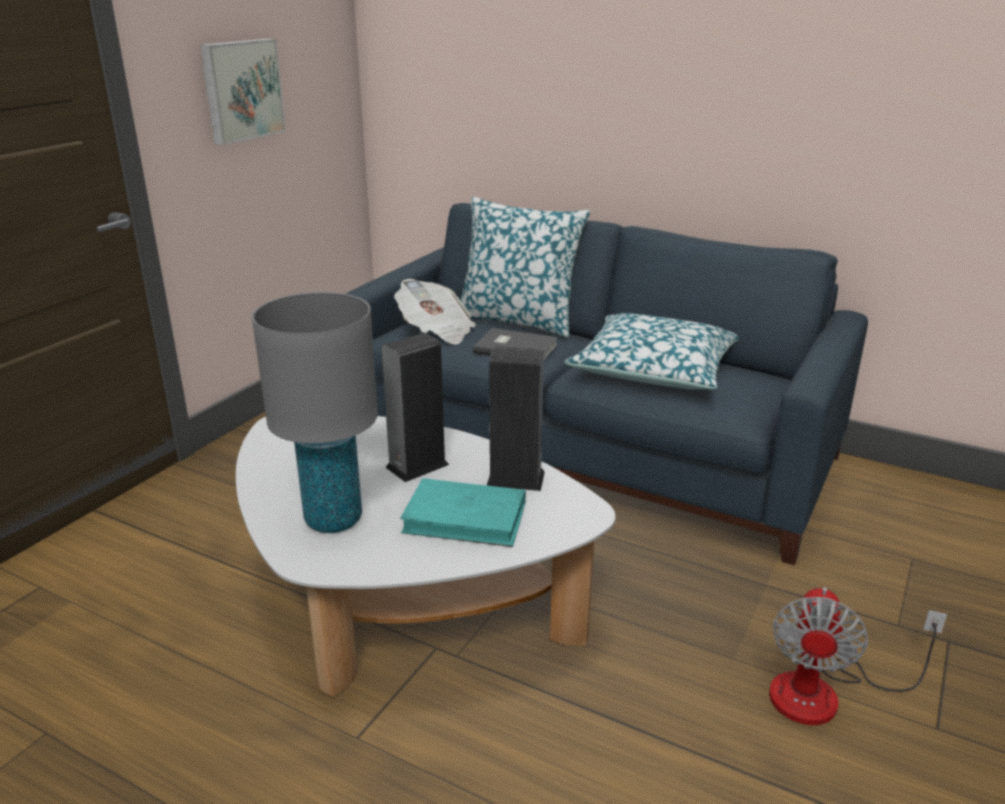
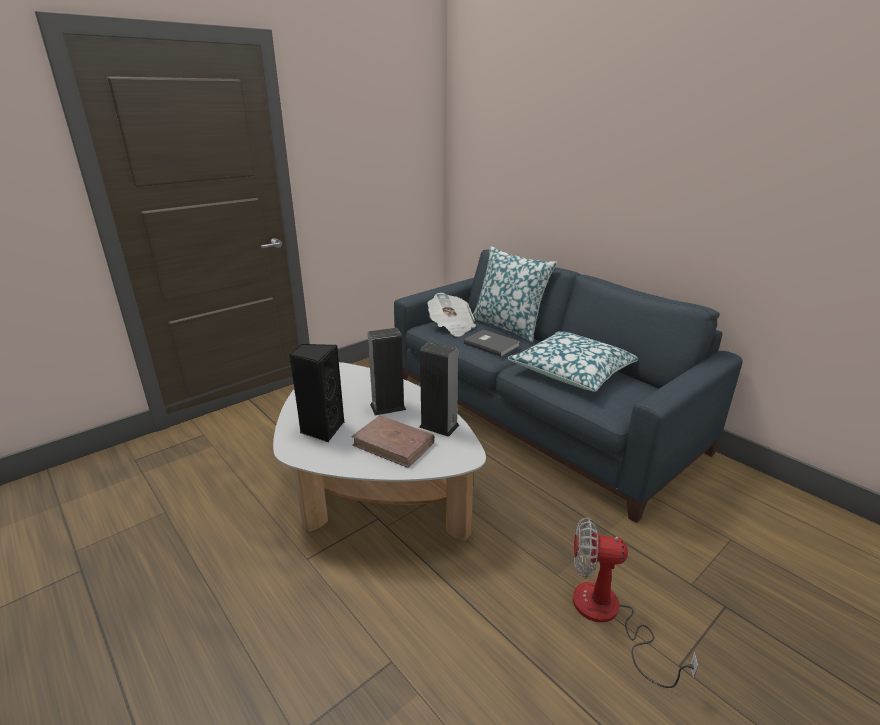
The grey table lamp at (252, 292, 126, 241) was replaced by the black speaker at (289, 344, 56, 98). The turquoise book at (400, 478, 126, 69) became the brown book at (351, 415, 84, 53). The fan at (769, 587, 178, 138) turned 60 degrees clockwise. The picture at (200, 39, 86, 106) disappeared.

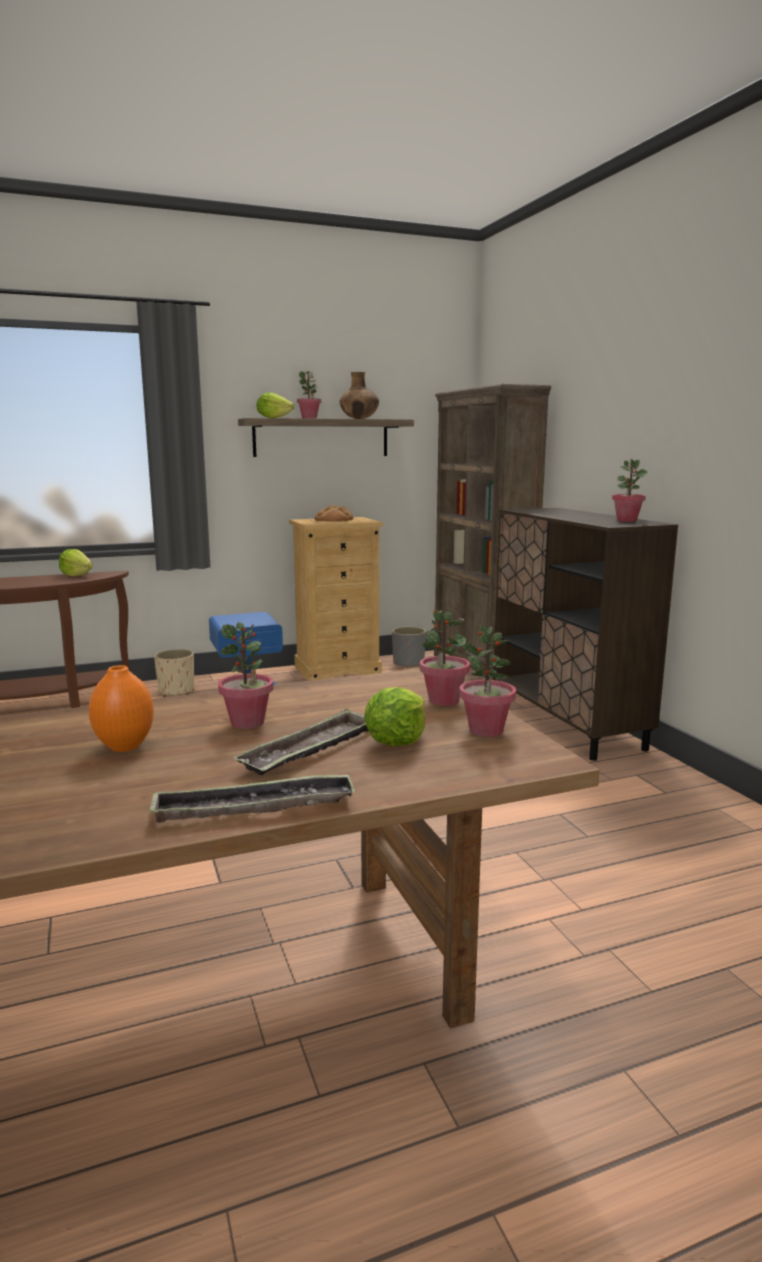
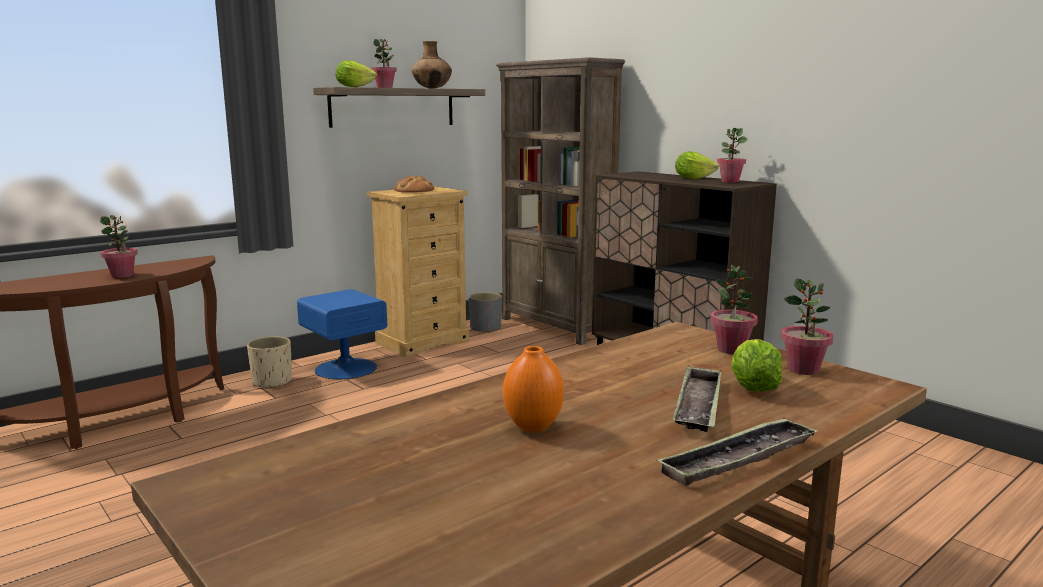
The potted plant moved from (218, 622, 56, 107) to (100, 215, 38, 63). The lettuce moved from (59, 549, 34, 28) to (675, 152, 44, 27).

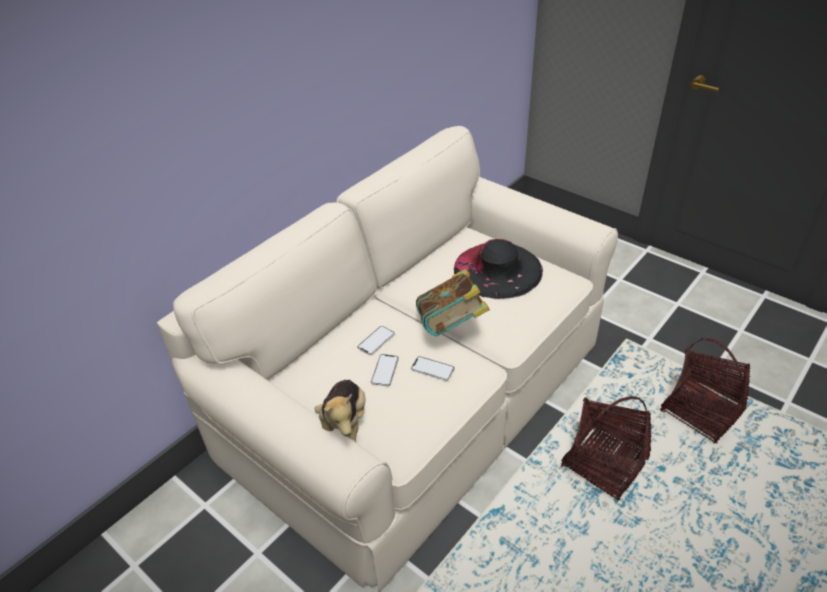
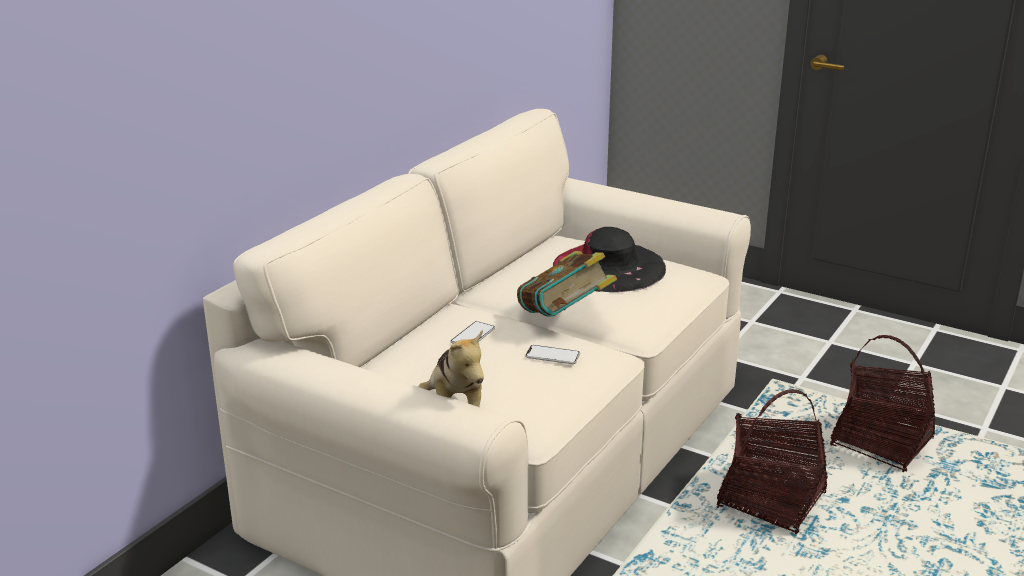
The phone at (371, 354, 28, 32) disappeared.

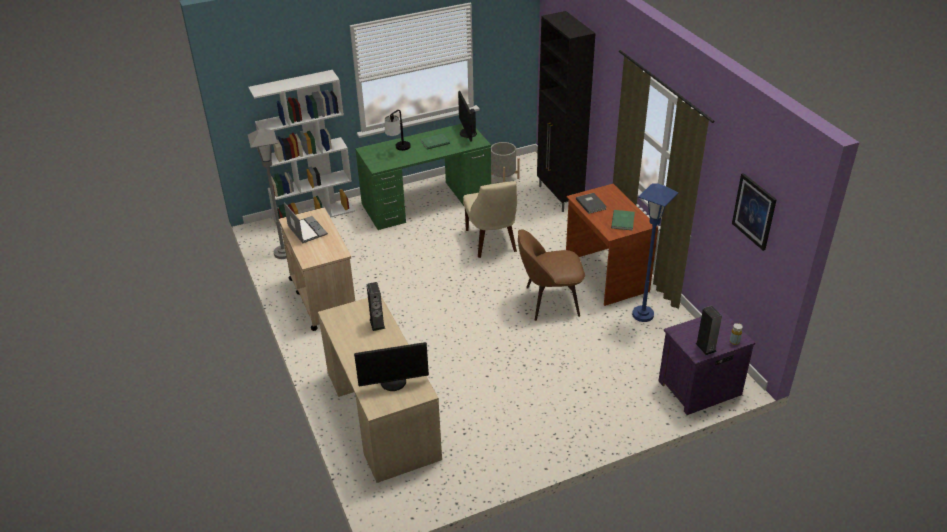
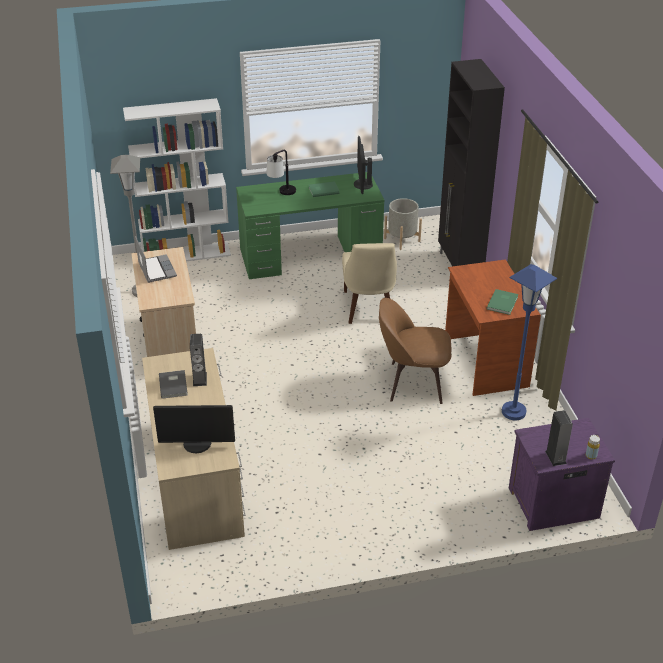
The grey book moved from (576, 193, 31, 21) to (159, 370, 29, 29). The picture at (732, 173, 45, 78) disappeared.

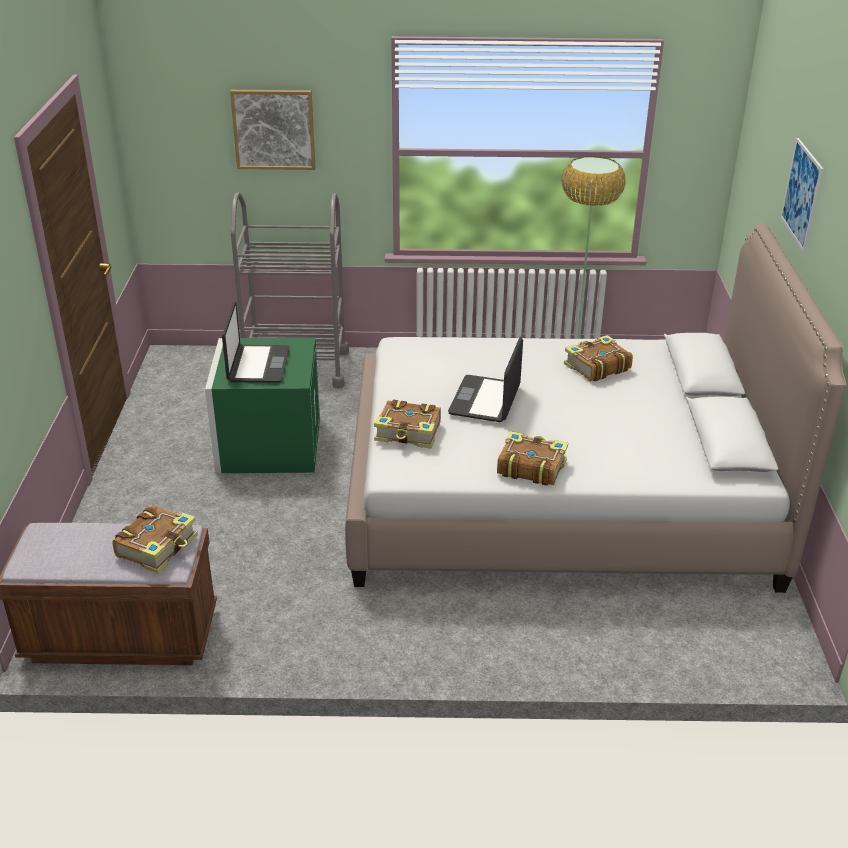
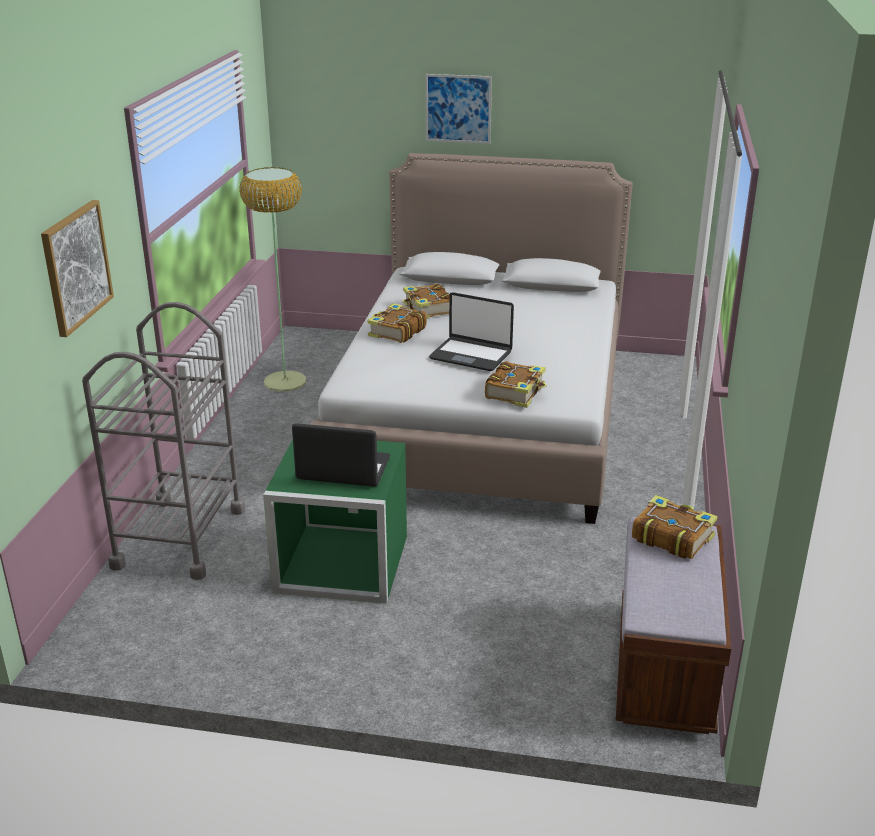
The book moved from (497, 431, 71, 55) to (367, 303, 60, 40).

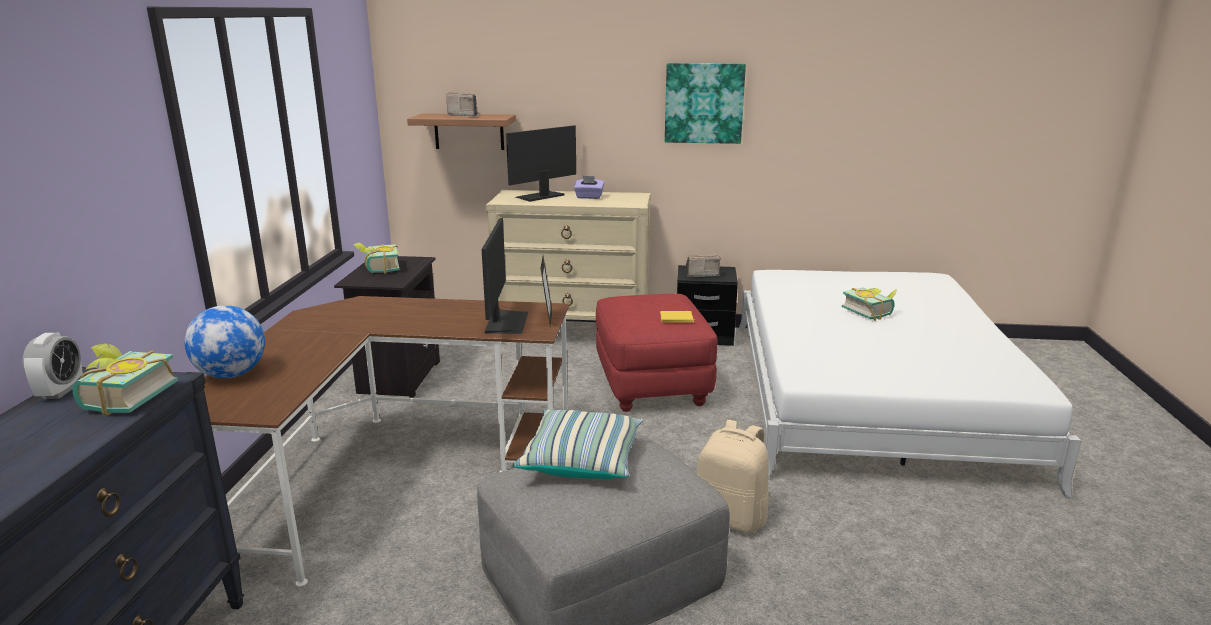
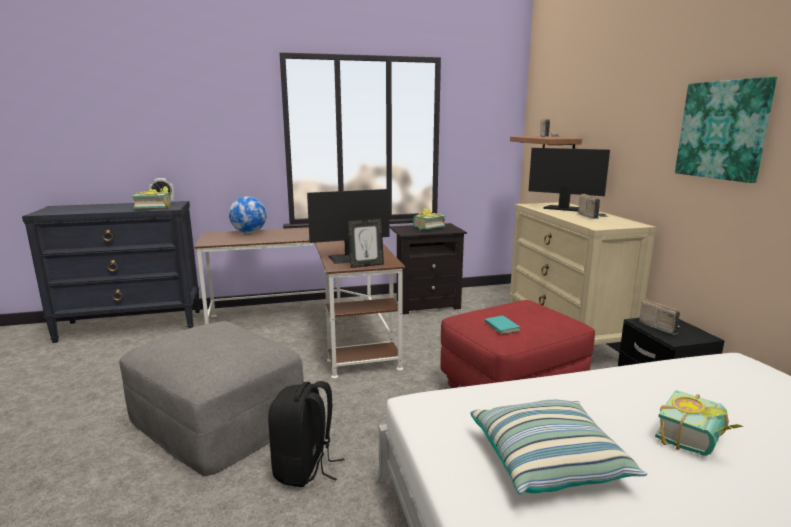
The beige backpack at (697, 420, 72, 113) became the black backpack at (268, 381, 76, 106). The pillow moved from (513, 410, 130, 69) to (470, 400, 177, 95). The yellow book at (660, 311, 35, 12) became the turquoise book at (485, 316, 35, 18). The purple tissue box at (574, 176, 30, 23) was replaced by the radio at (578, 194, 29, 25).

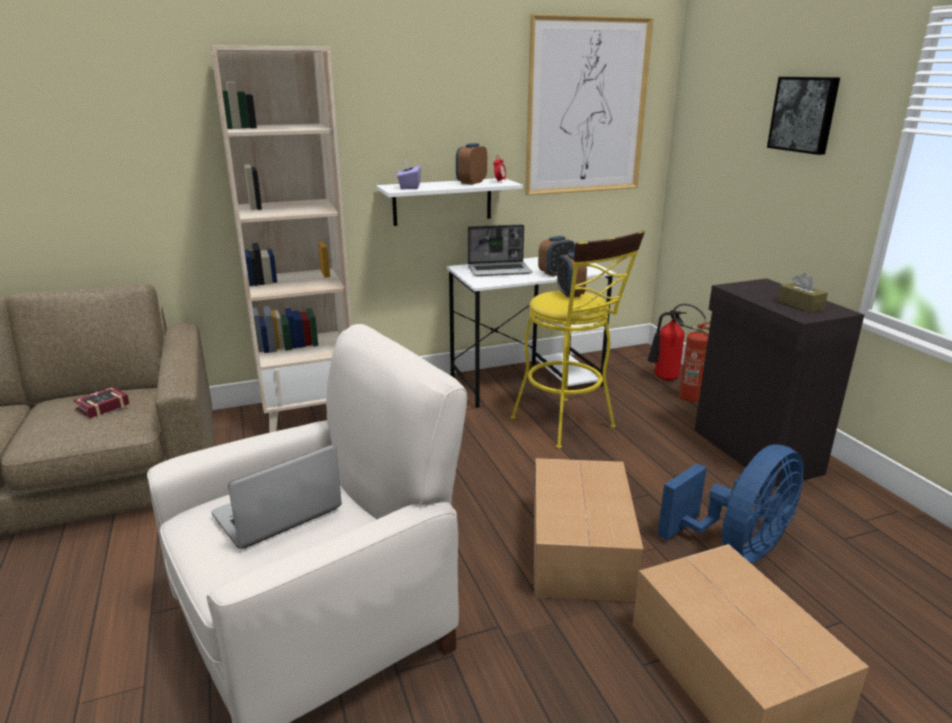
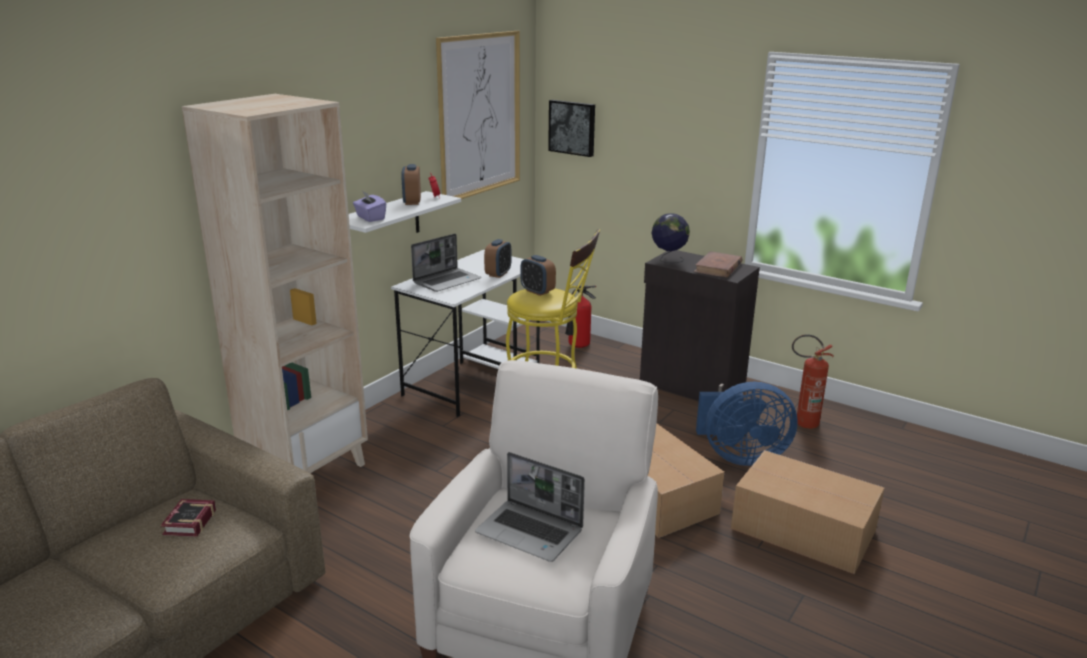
The laptop at (211, 444, 131, 105) turned 75 degrees counterclockwise. The picture moved from (767, 77, 73, 78) to (548, 100, 47, 57). The globe at (651, 213, 39, 50) appeared. The brown tissue box at (778, 273, 50, 39) was replaced by the brown book at (694, 251, 48, 27). The blue fan at (658, 444, 146, 119) turned 75 degrees clockwise. The fire extinguisher moved from (673, 303, 38, 99) to (792, 334, 42, 95).

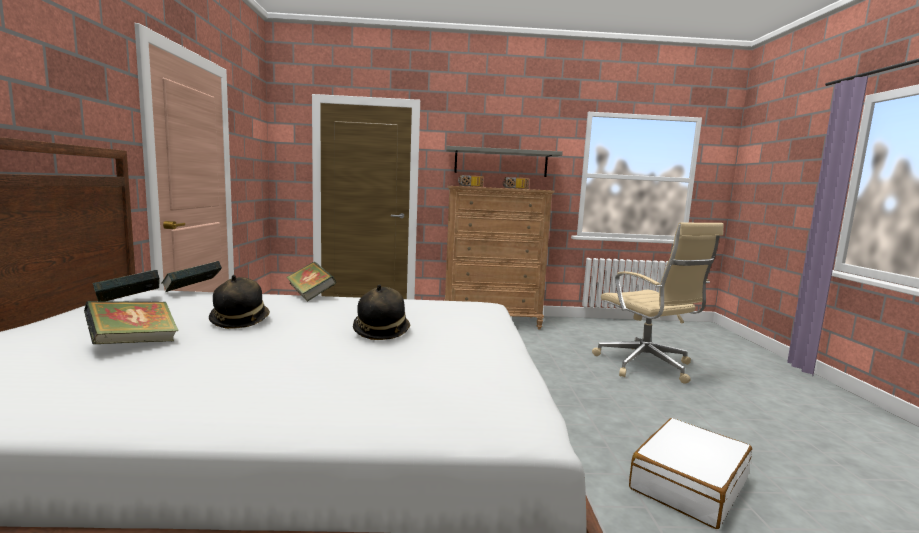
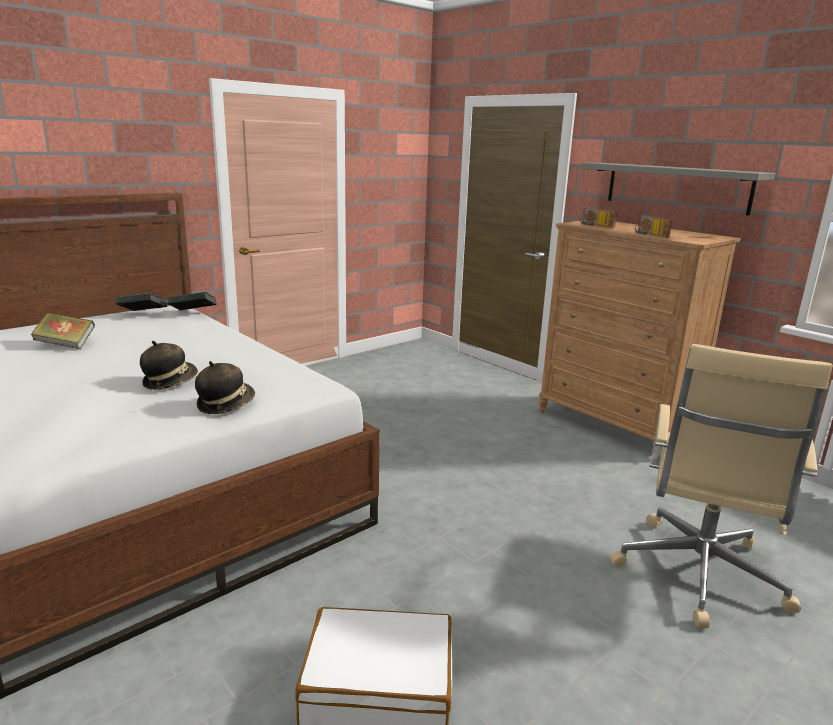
The hat moved from (209, 275, 61, 54) to (195, 361, 60, 53). The book at (286, 262, 50, 39) disappeared.

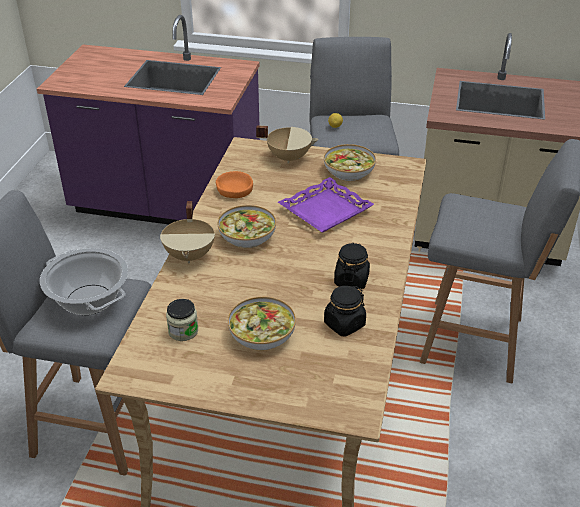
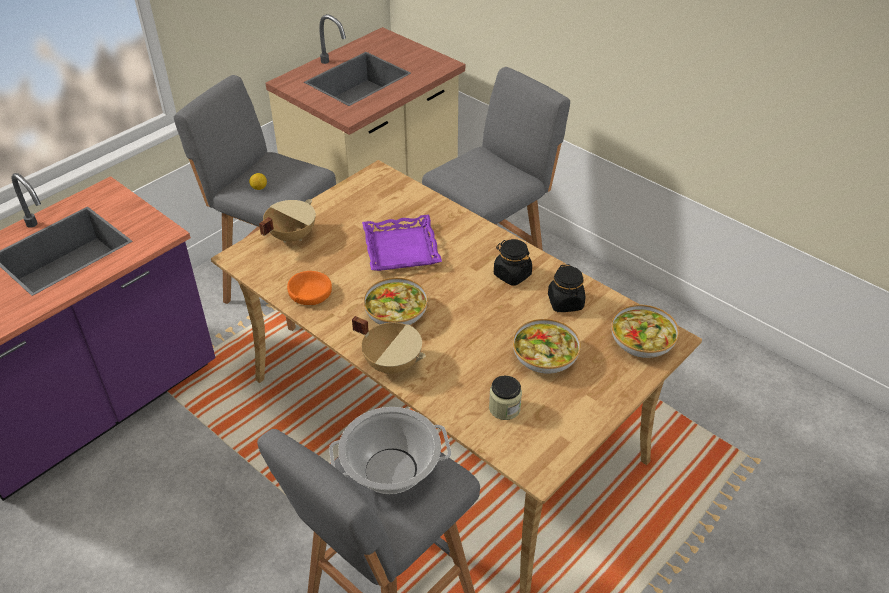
The bowl moved from (324, 144, 52, 37) to (611, 305, 68, 53).

